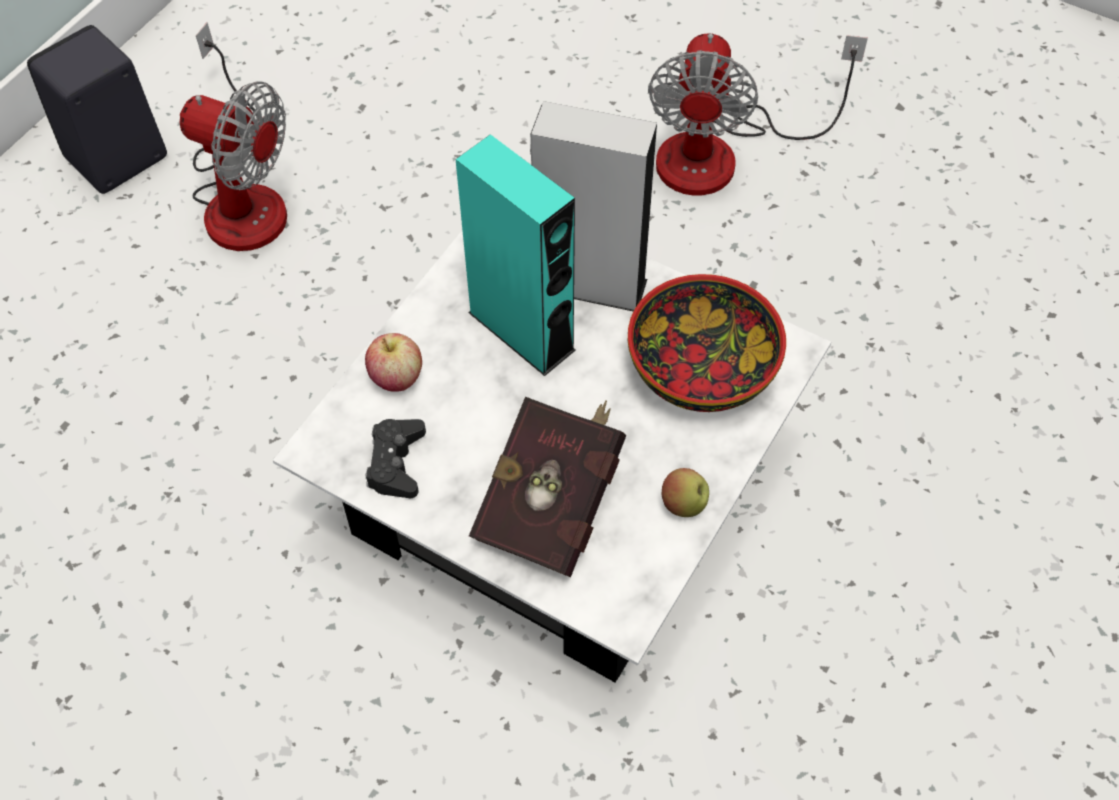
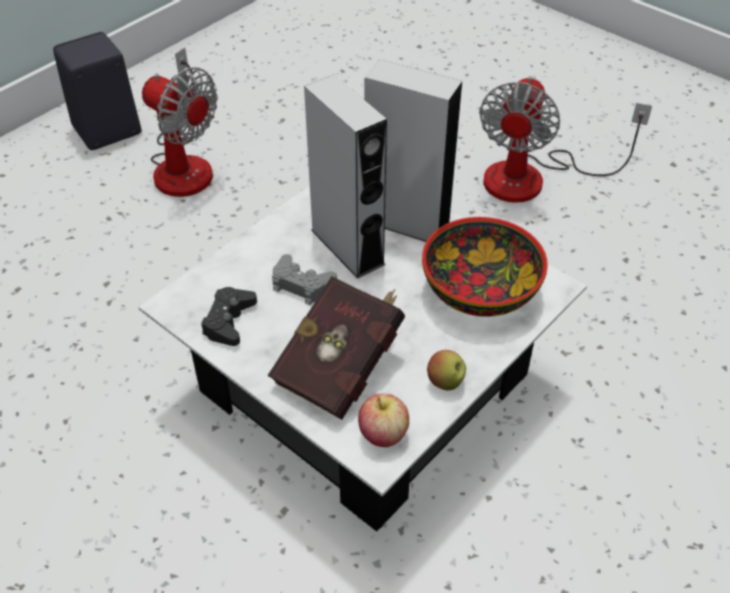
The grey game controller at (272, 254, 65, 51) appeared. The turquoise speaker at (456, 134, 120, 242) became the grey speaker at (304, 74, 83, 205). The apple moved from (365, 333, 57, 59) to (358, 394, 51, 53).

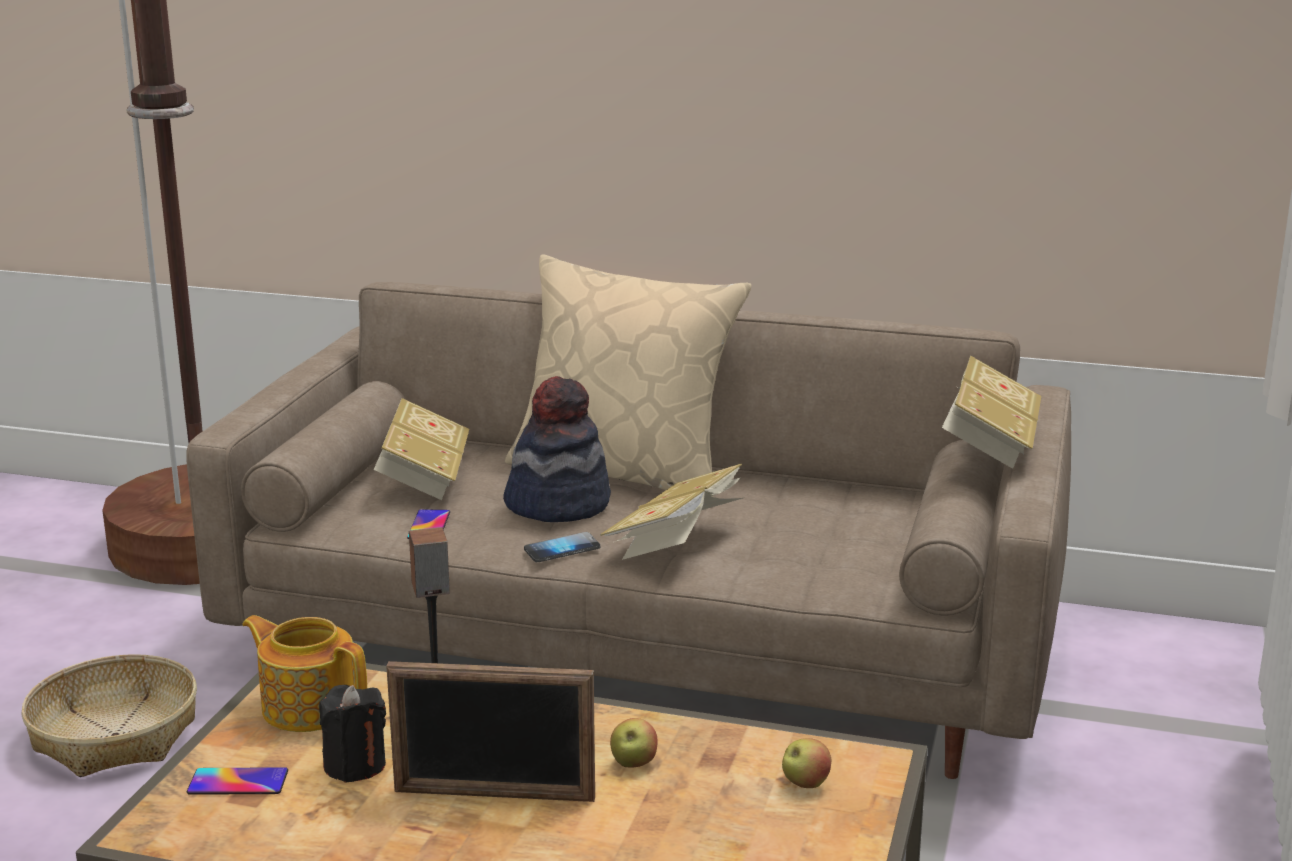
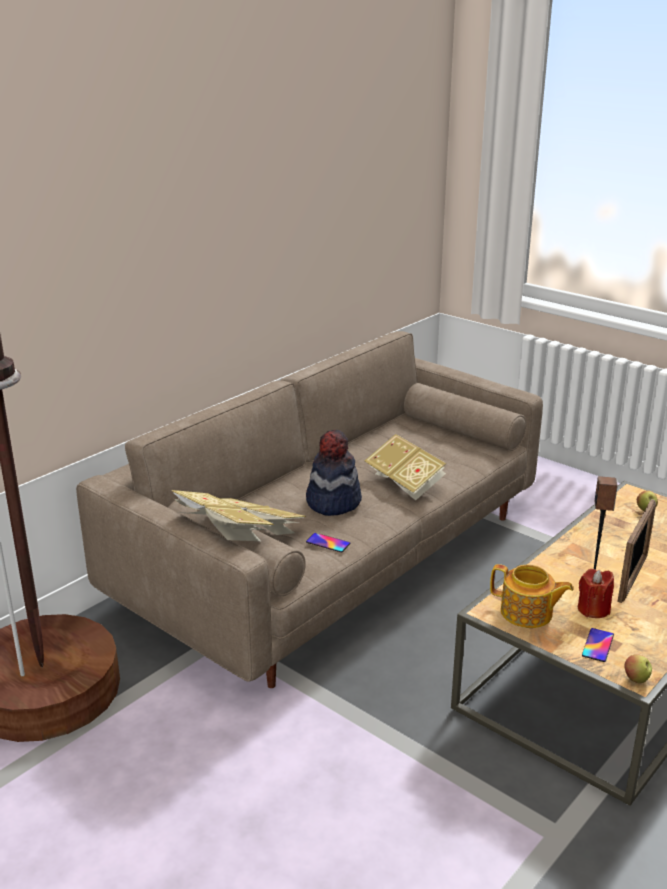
The book moved from (942, 356, 99, 113) to (171, 490, 103, 51). The teapot at (242, 615, 125, 117) turned 120 degrees counterclockwise. The black candle at (319, 685, 67, 98) became the red candle at (578, 569, 36, 49). The apple moved from (610, 718, 47, 50) to (624, 654, 28, 29). The basket at (21, 654, 176, 123) disappeared. The beige pillow at (505, 254, 247, 243) disappeared. The phone at (524, 532, 76, 30) disappeared.

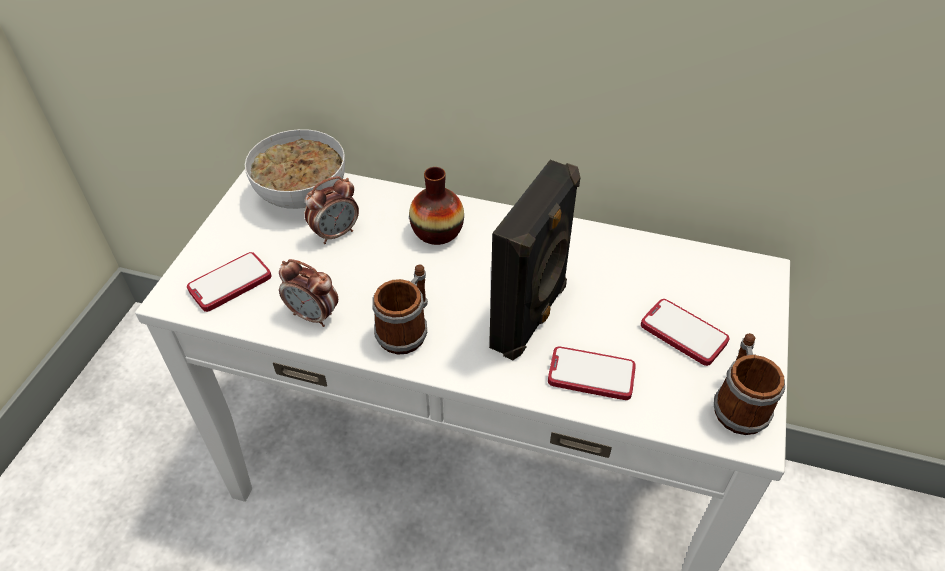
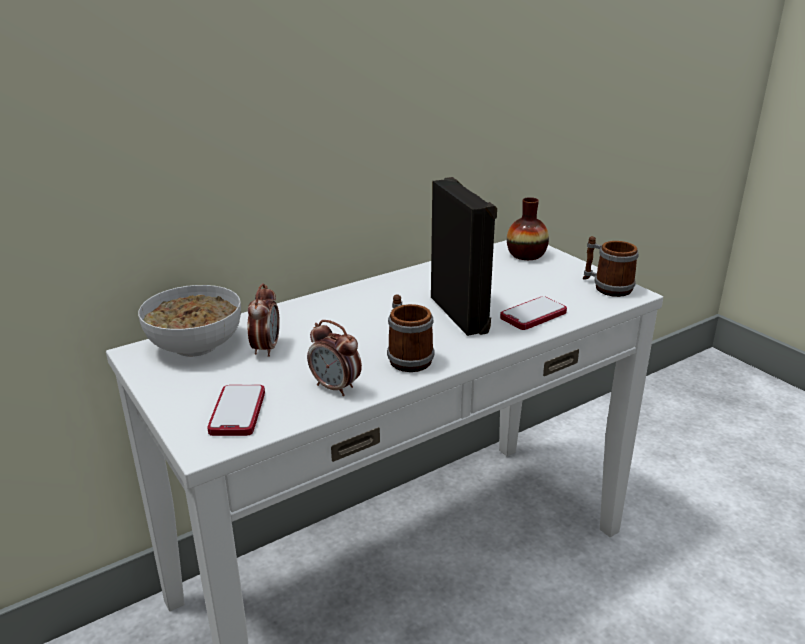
The alarm clock at (279, 259, 59, 68) turned 60 degrees clockwise. The vase moved from (409, 167, 55, 78) to (507, 197, 42, 63). The phone at (641, 299, 88, 67) disappeared.

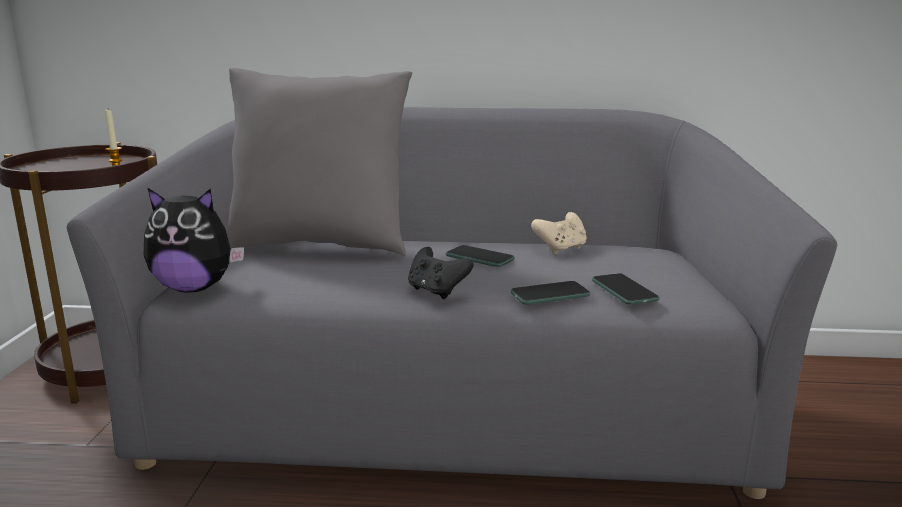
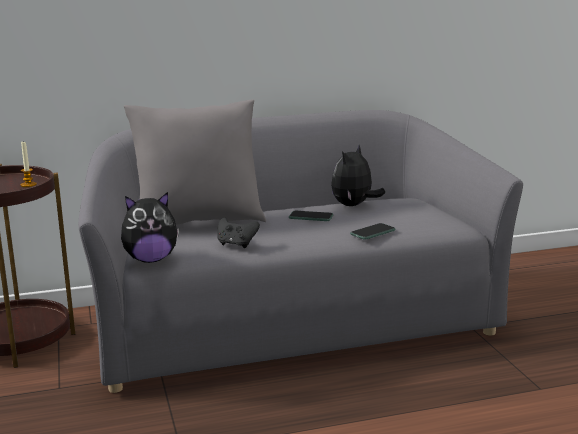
The black game controller moved from (408, 247, 65, 52) to (218, 217, 42, 31). The beige game controller at (531, 212, 56, 43) was replaced by the plush toy at (331, 145, 54, 61). The phone at (592, 273, 67, 32) disappeared.

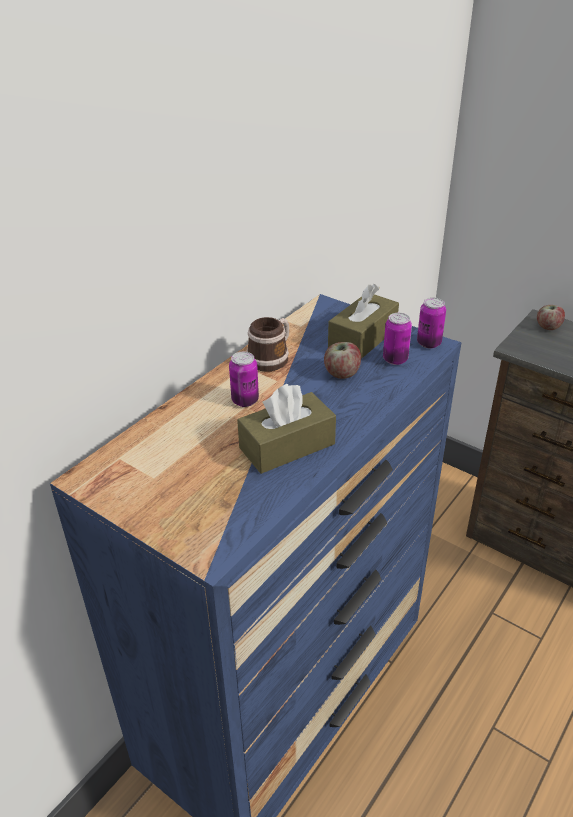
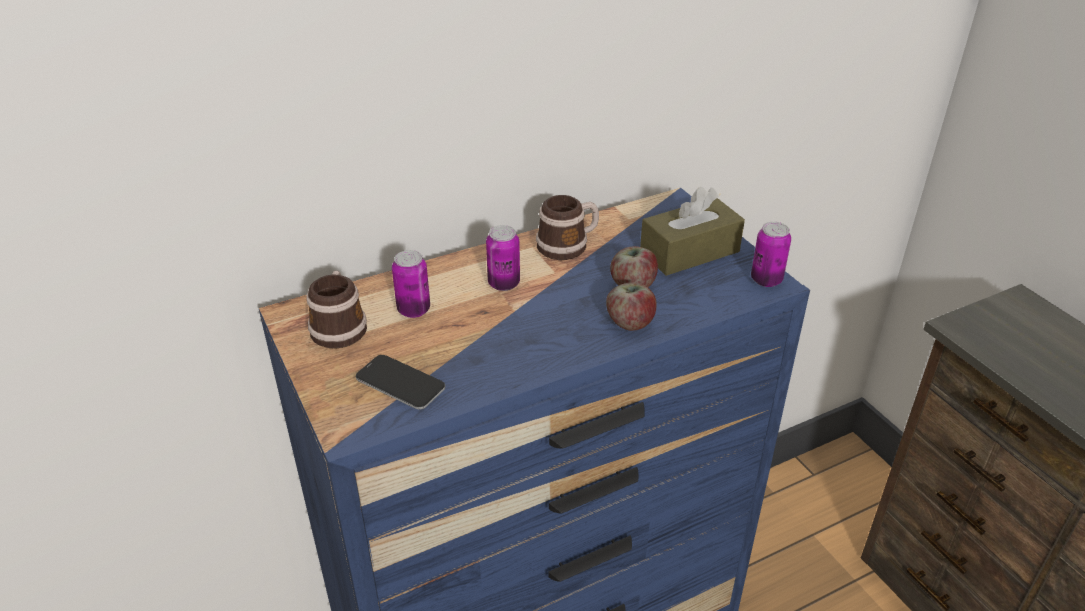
The mug at (306, 271, 61, 77) appeared. The phone at (356, 355, 89, 55) appeared. The can moved from (383, 313, 29, 52) to (392, 250, 38, 68). The apple moved from (537, 305, 28, 25) to (606, 282, 51, 49). The brown tissue box at (237, 384, 99, 90) disappeared.

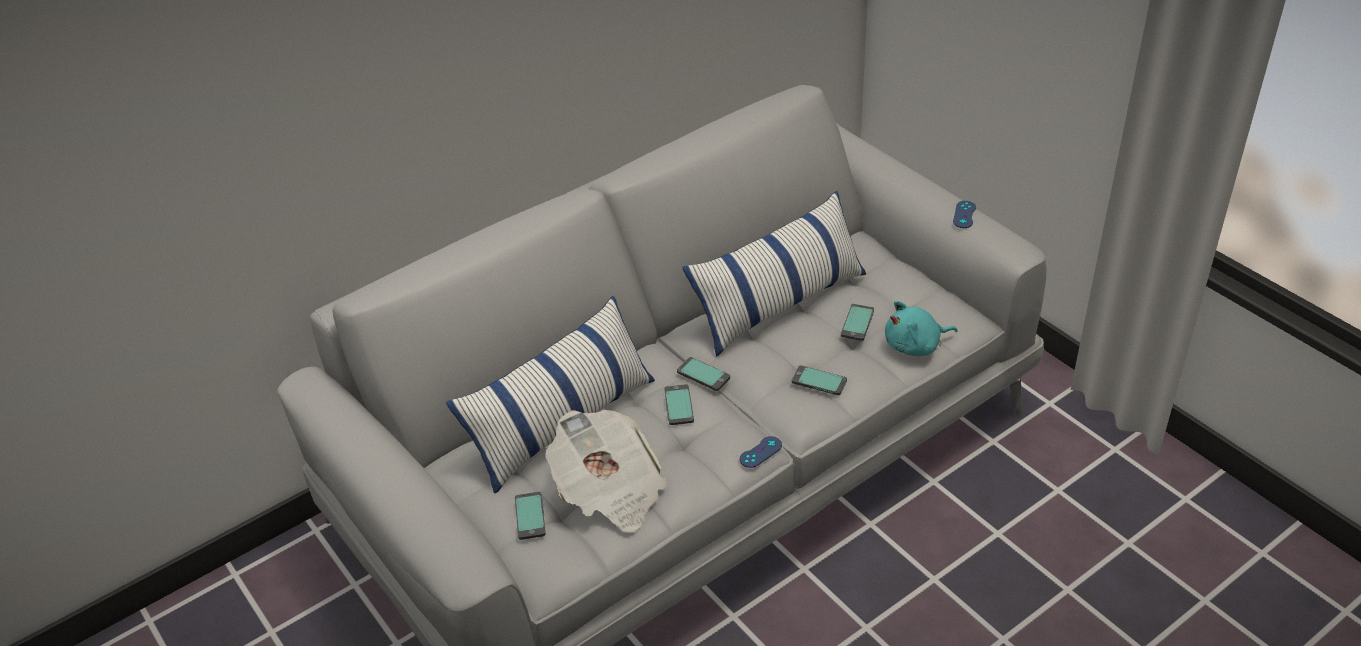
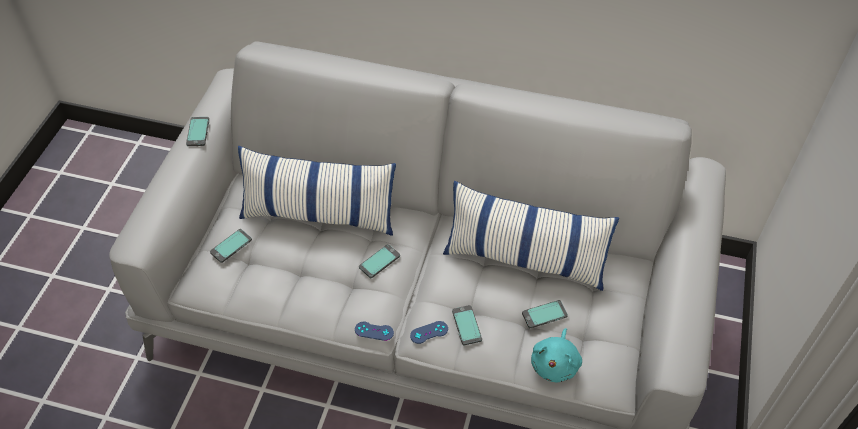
The phone moved from (677, 357, 53, 34) to (186, 117, 23, 29). The blue game controller moved from (953, 201, 23, 27) to (410, 321, 38, 23). The turquoise plush toy at (885, 301, 73, 55) turned 105 degrees counterclockwise. The newspaper at (545, 410, 123, 123) disappeared.

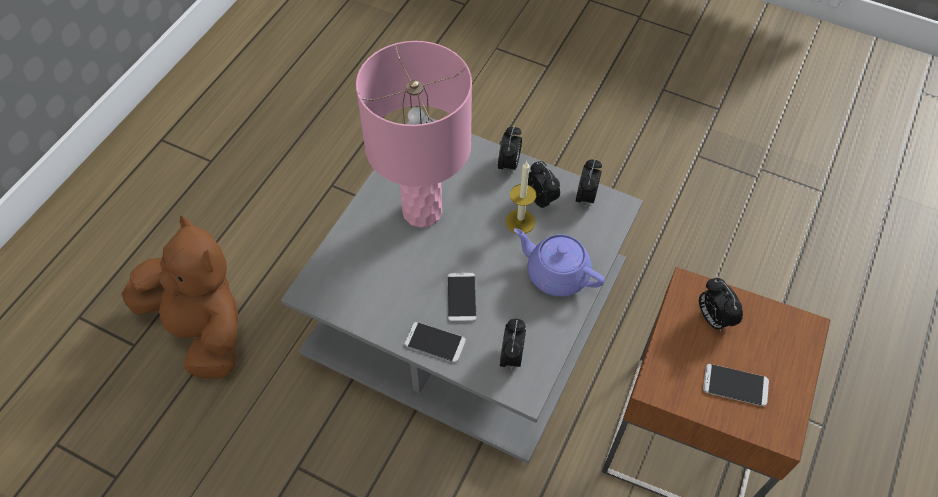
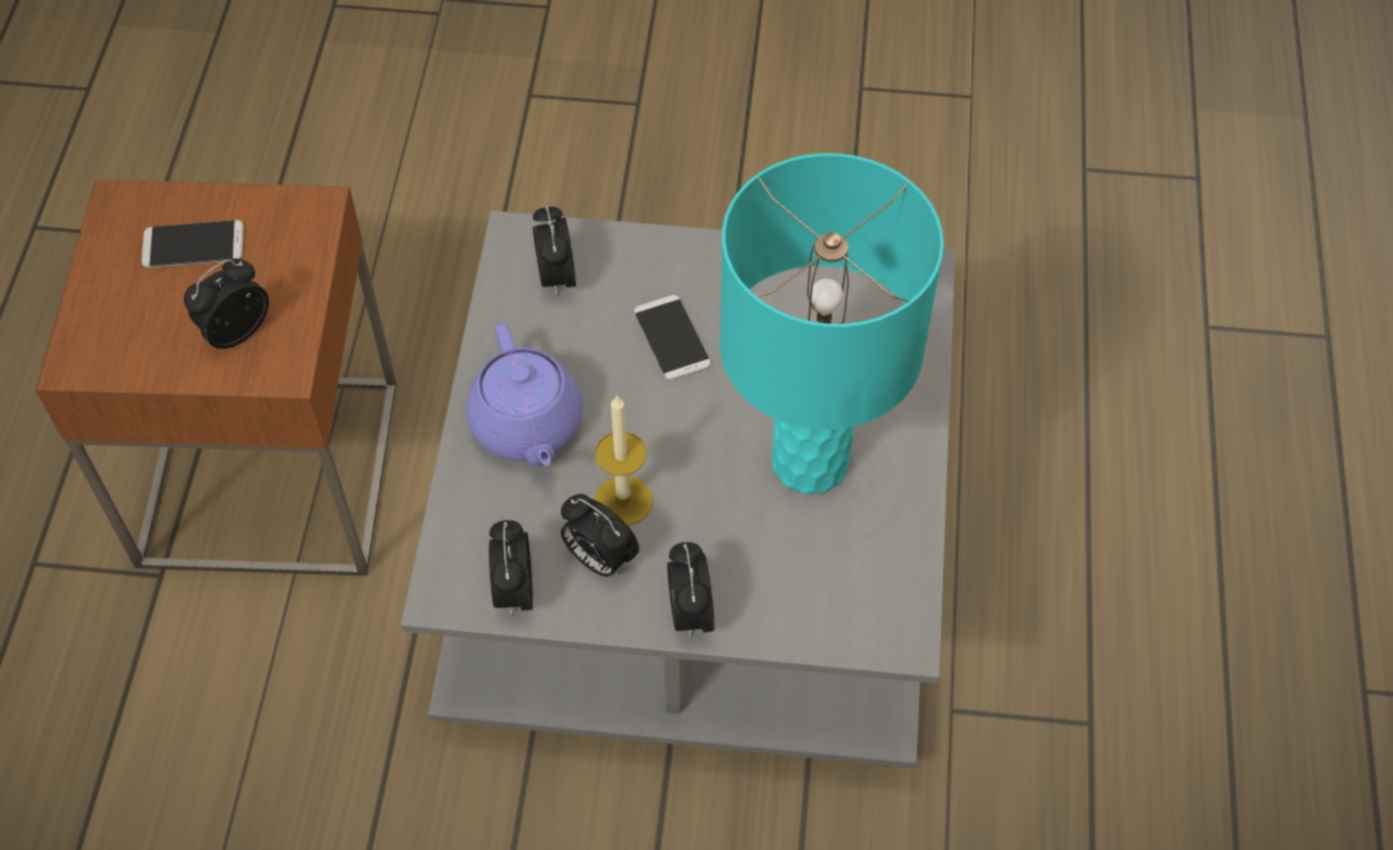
The alarm clock at (699, 278, 44, 53) turned 90 degrees counterclockwise. The purple teapot at (514, 228, 91, 69) turned 60 degrees clockwise. The pink table lamp at (356, 41, 116, 187) became the turquoise table lamp at (720, 153, 224, 341). The brown plush toy at (121, 216, 117, 163) disappeared. The phone at (404, 322, 62, 41) disappeared.

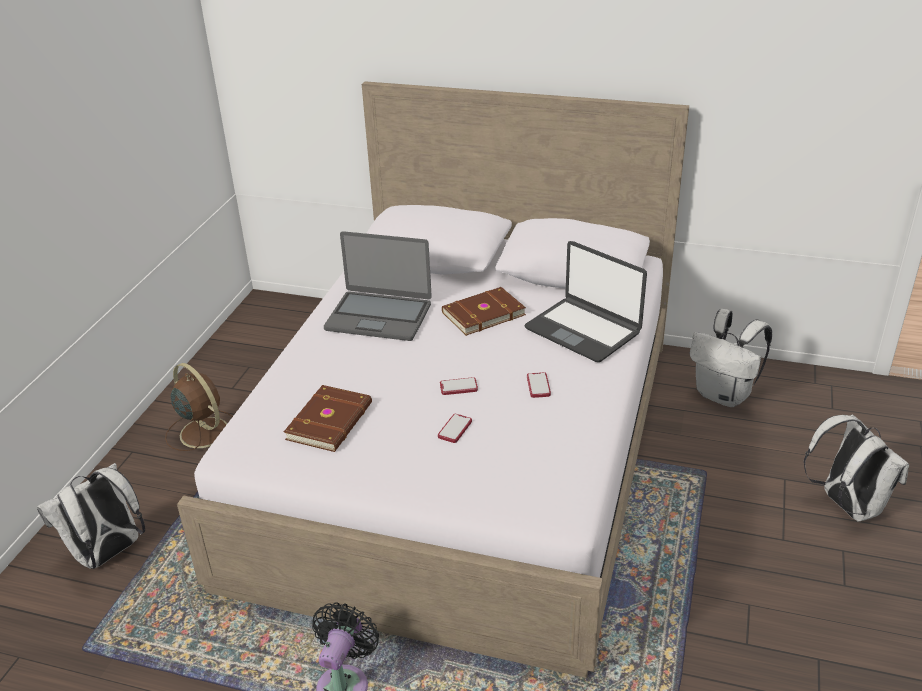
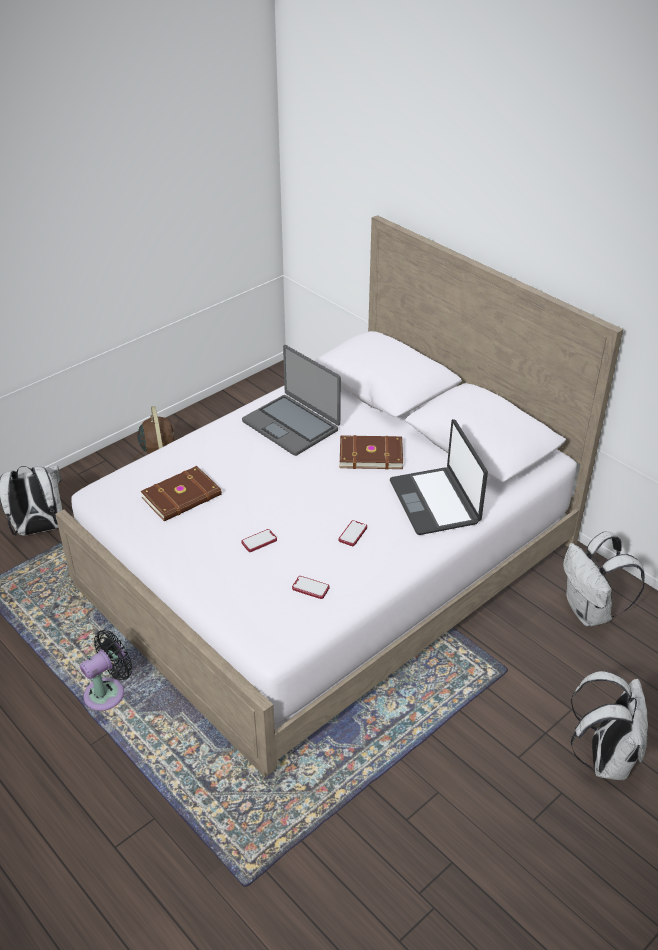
The phone moved from (440, 377, 38, 18) to (292, 576, 37, 23).

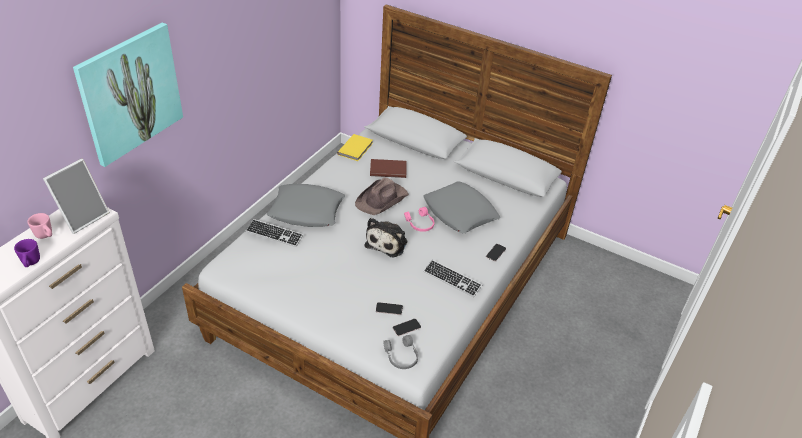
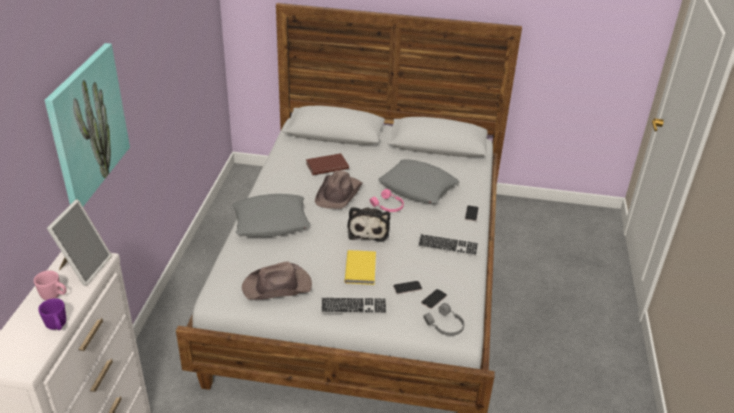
The brown hat at (242, 261, 70, 39) appeared. The keyboard moved from (246, 219, 57, 28) to (321, 297, 66, 17). The yellow book moved from (337, 134, 36, 27) to (345, 250, 31, 35).

